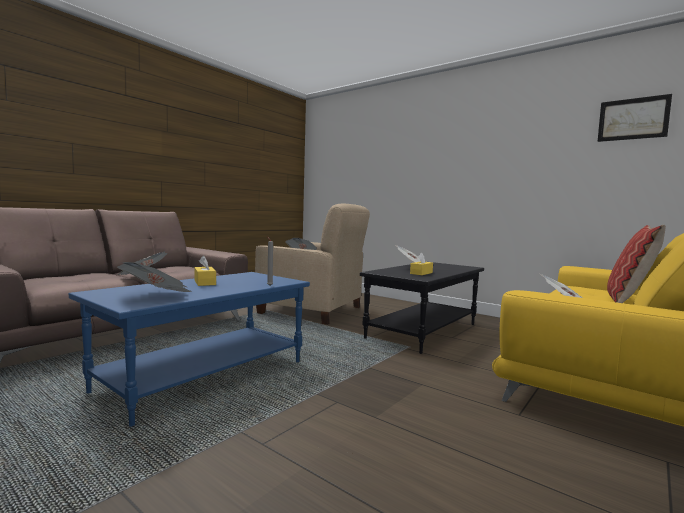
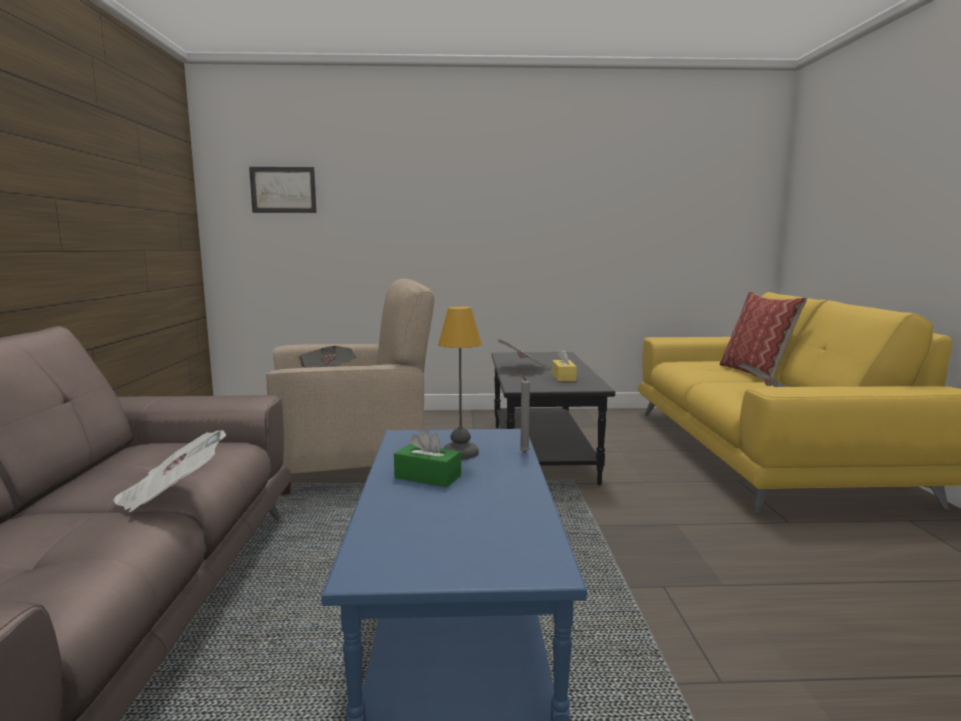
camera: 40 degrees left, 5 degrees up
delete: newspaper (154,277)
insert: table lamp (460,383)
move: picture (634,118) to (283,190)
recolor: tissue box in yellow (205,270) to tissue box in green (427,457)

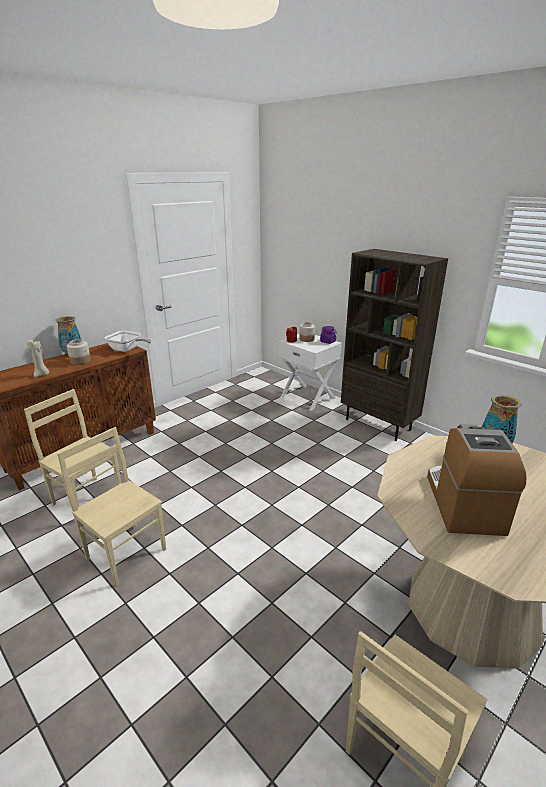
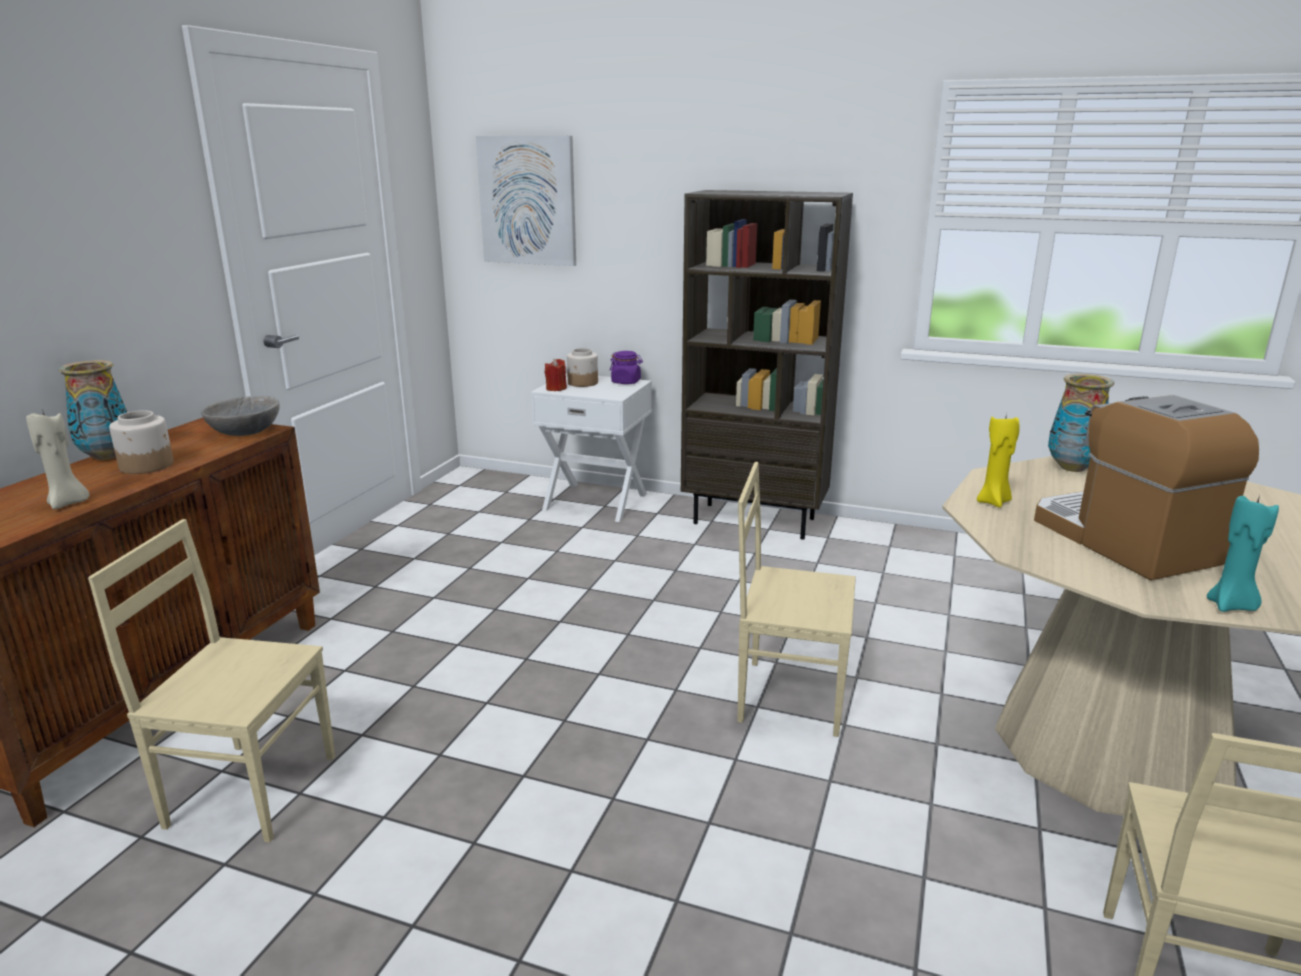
camera: 25 degrees left, 5 degrees down
insert: picture (526,201); candle in yellow (998,460); candle in turquoise (1243,553)
move: chair in beige (111,506) to (796,599)
replace: frying pan (128,341) to bowl in grey (240,416)

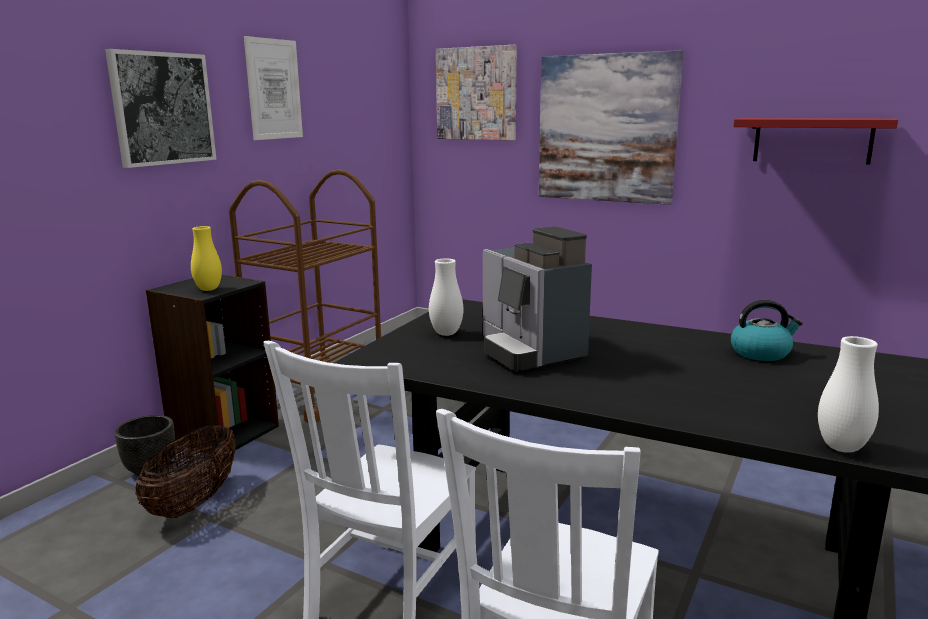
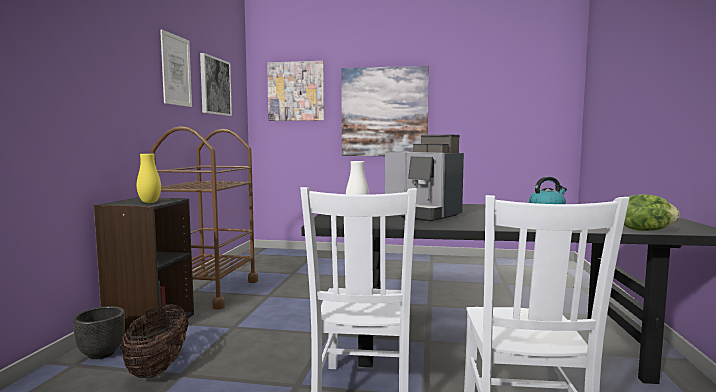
camera: 20 degrees left, 10 degrees down
delete: shelf in red (815,141)
move: picture (161,108) to (216,84)
replace: vase in white (848,394) to lettuce (652,212)

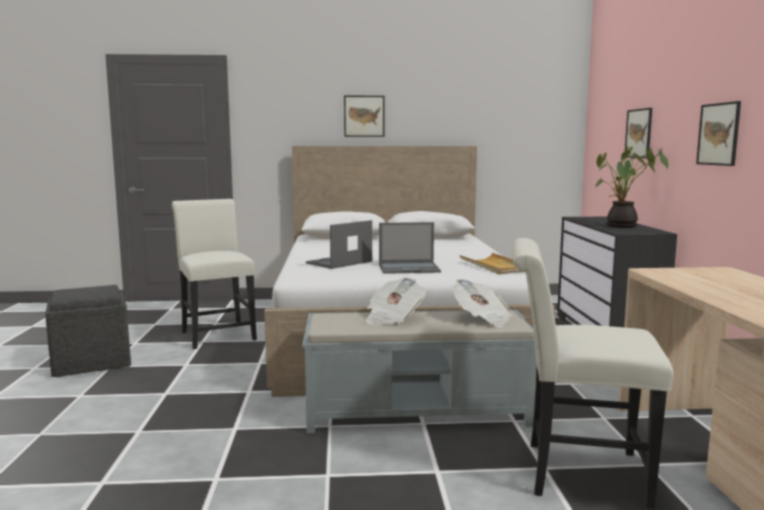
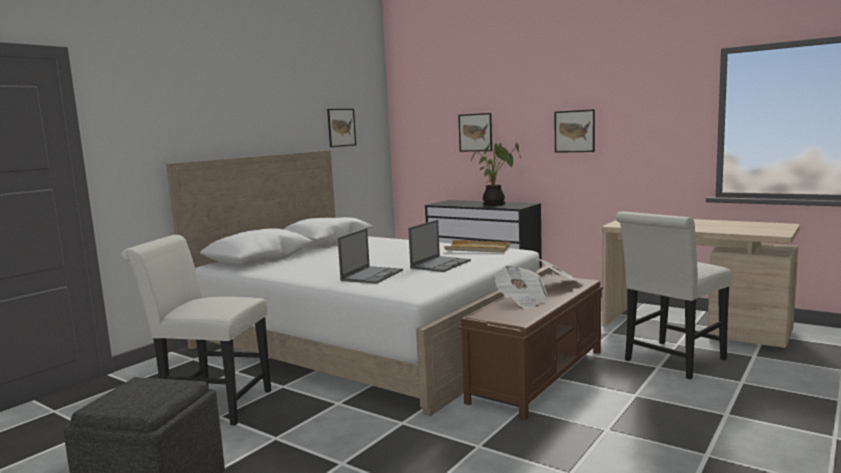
camera: 50 degrees left, 0 degrees up
move: picture (364,116) to (341,128)
recolor: bench in grey (419,371) to bench in brown (531,347)
rotate: laptop (339,244) = (370,256) 150 degrees counterclockwise

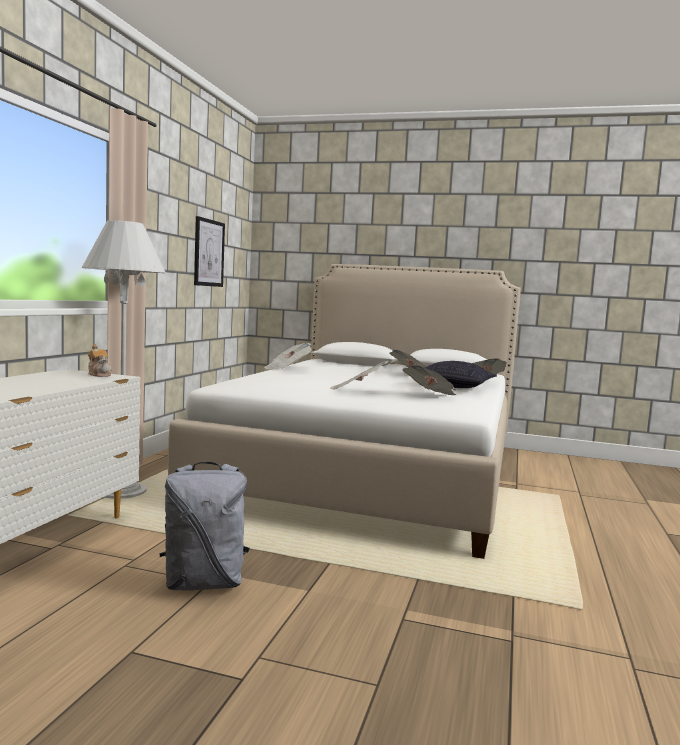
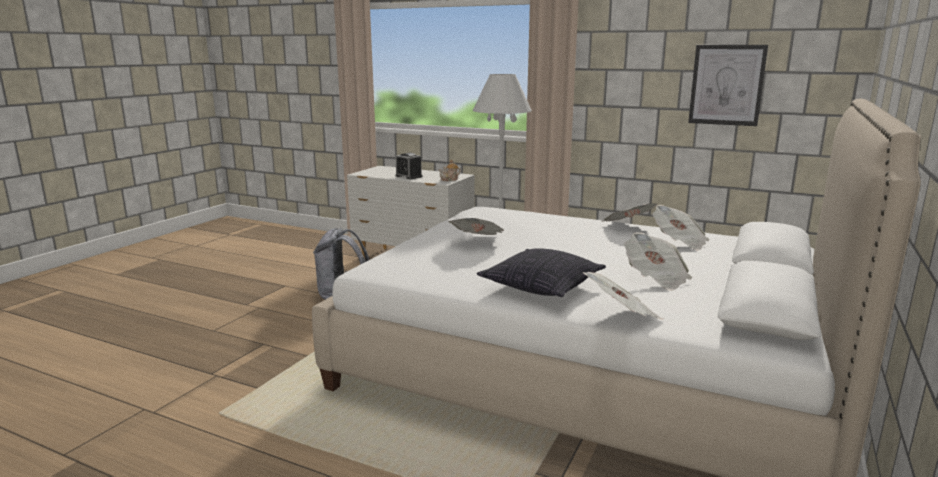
camera: 100 degrees right, 10 degrees up
insert: alarm clock (408,166)
move: newspaper (429,380) to (680,228)

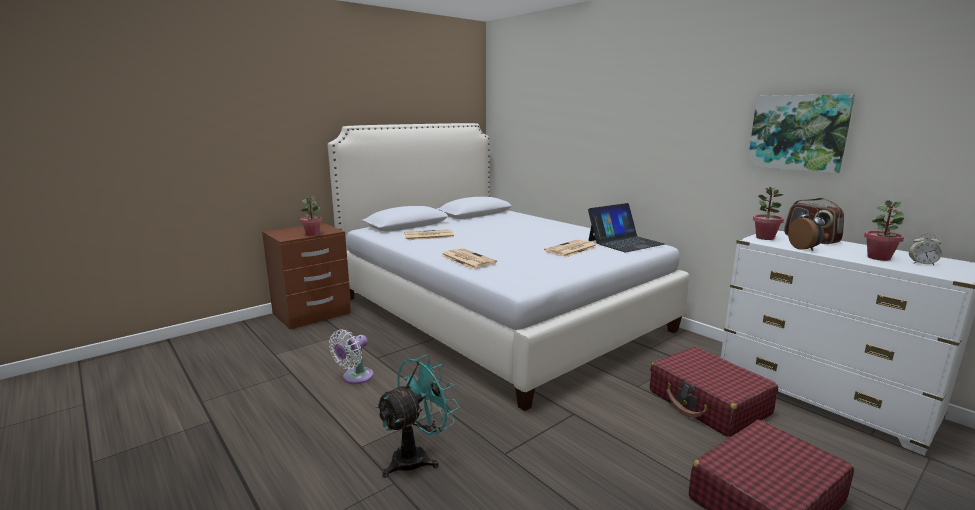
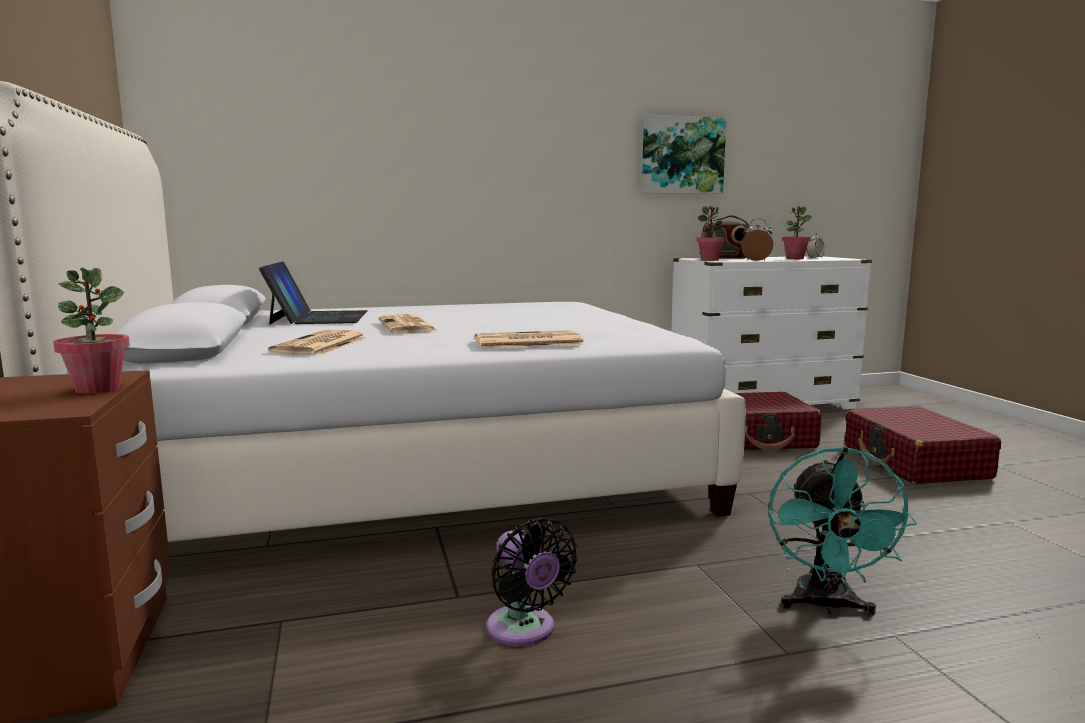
camera: 65 degrees left, 5 degrees down
move: newspaper (570,248) to (408,323); laptop (626,227) to (313,293)
recolor: fan in white (351,356) to fan in black (532,582)
rotate: fan in turquoise (417,416) = (843,531) 150 degrees counterclockwise

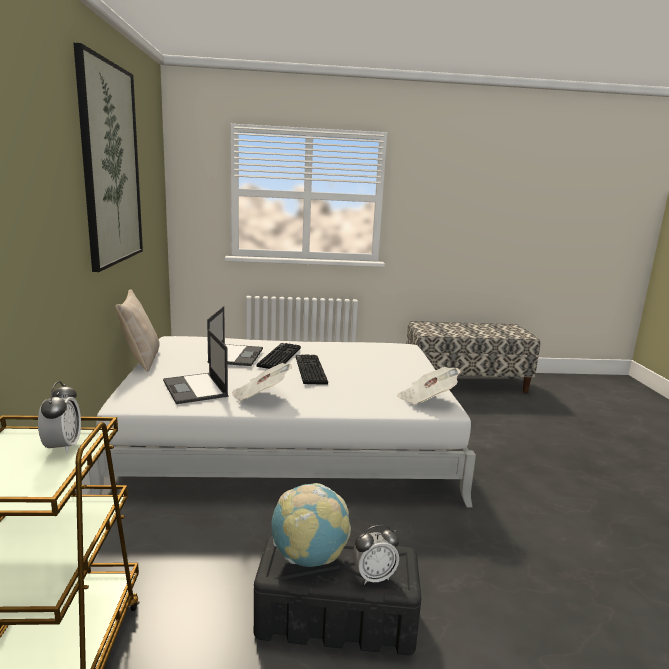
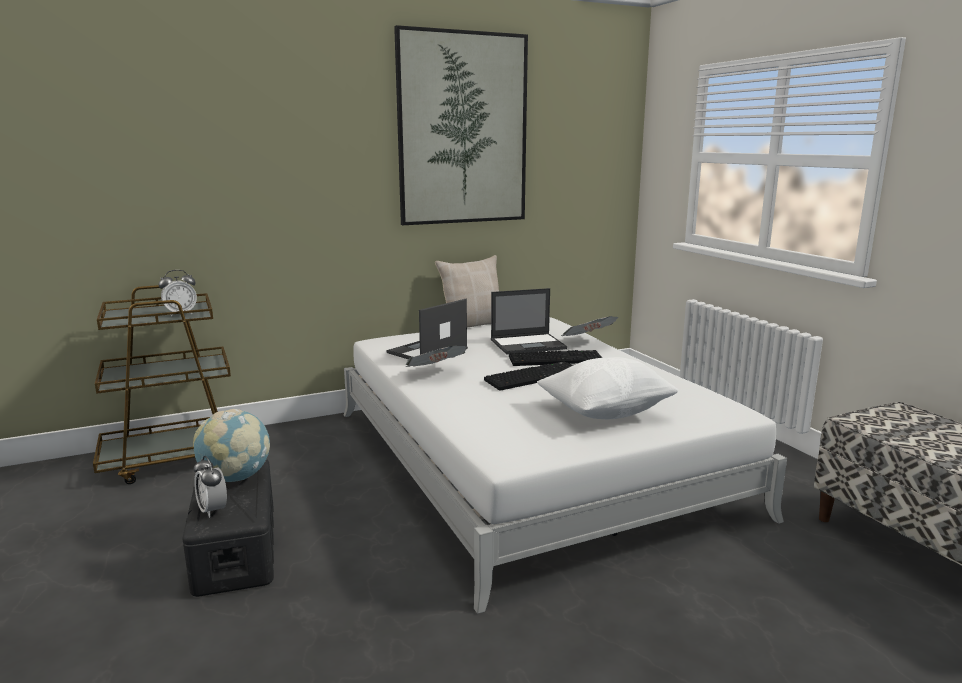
camera: 70 degrees right, 0 degrees up
insert: pillow in white (608,388)
move: newspaper (429,386) to (589,326)

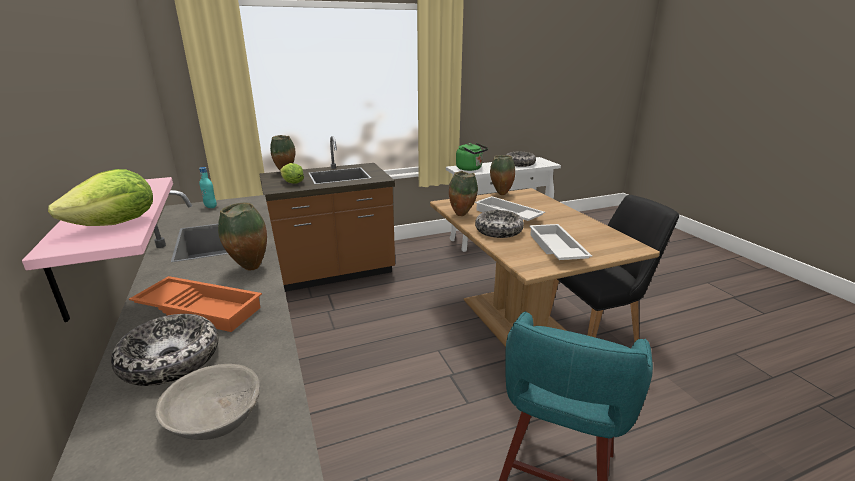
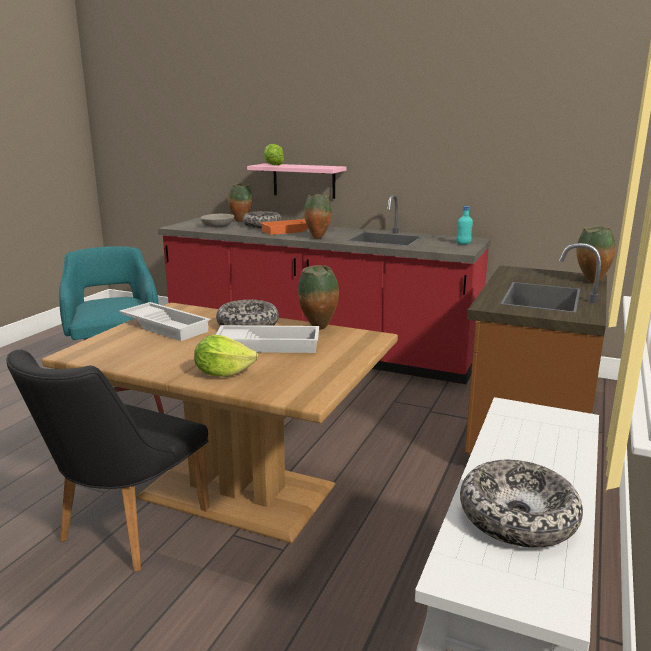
camera: 135 degrees right, 5 degrees down
delete: kettle in green (472,157)
move: lettuce (292,173) to (226,356); vase (502,175) to (240,202)

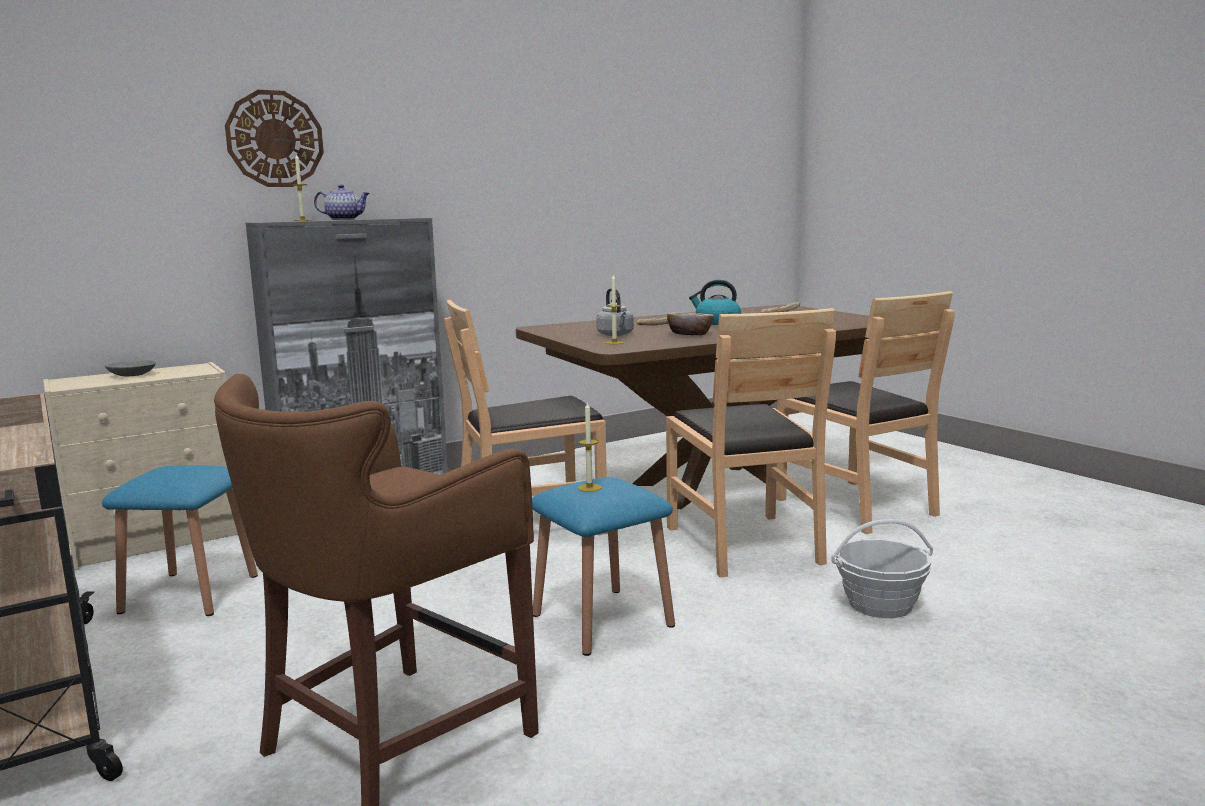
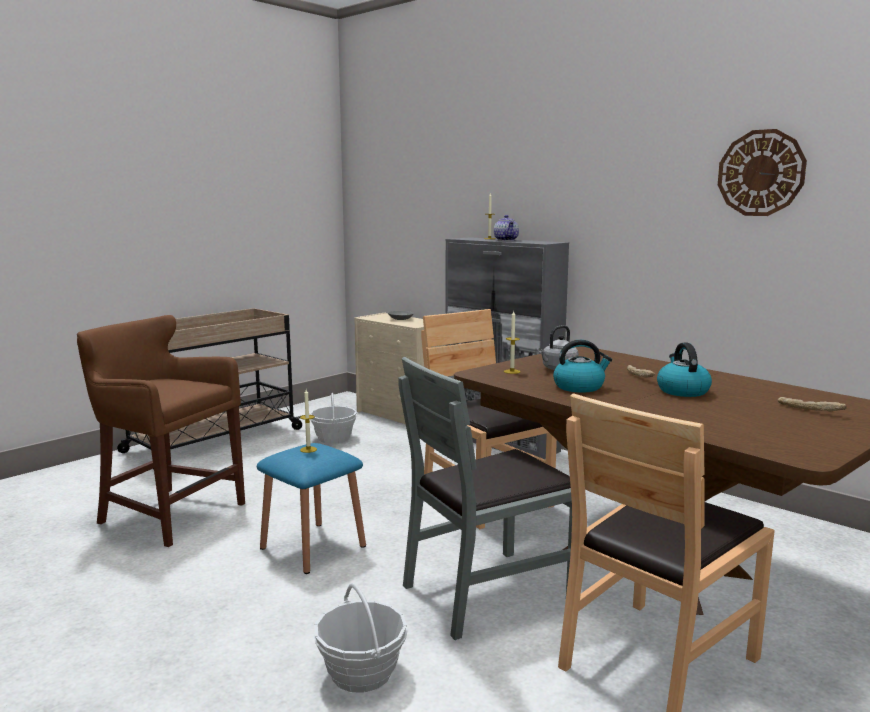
camera: 75 degrees right, 0 degrees up
move: wall clock (274,138) to (762,172)
replace: stool in blue (180,540) to basket (333,418); bowl (690,324) to kettle (582,366)
recolor: chair in brown (751,442) to chair in grey (485,498)

